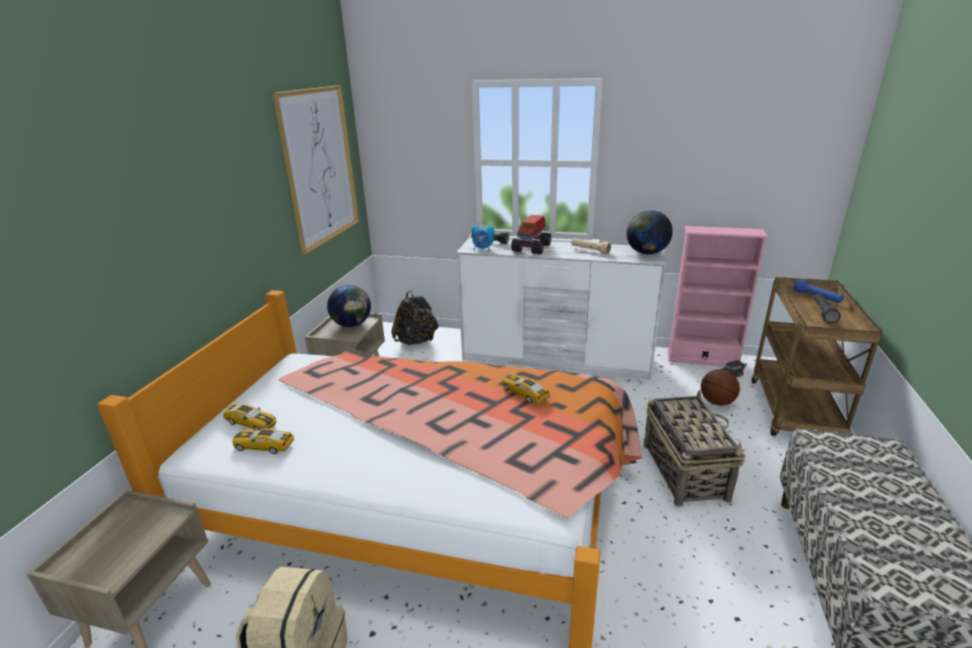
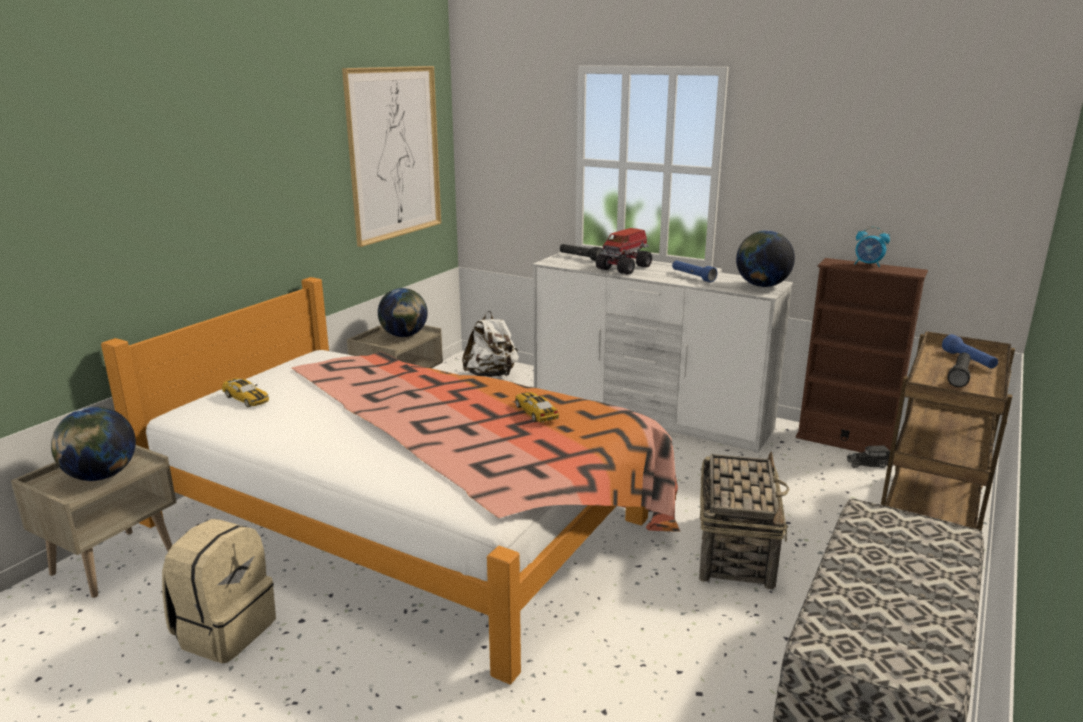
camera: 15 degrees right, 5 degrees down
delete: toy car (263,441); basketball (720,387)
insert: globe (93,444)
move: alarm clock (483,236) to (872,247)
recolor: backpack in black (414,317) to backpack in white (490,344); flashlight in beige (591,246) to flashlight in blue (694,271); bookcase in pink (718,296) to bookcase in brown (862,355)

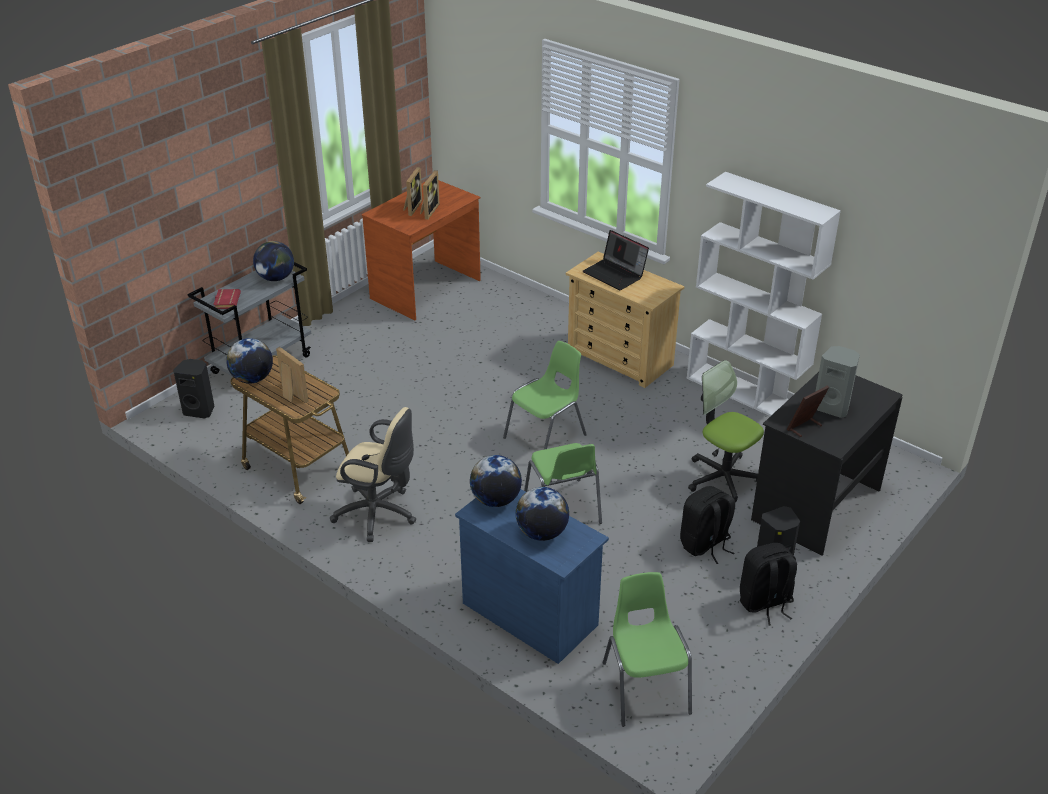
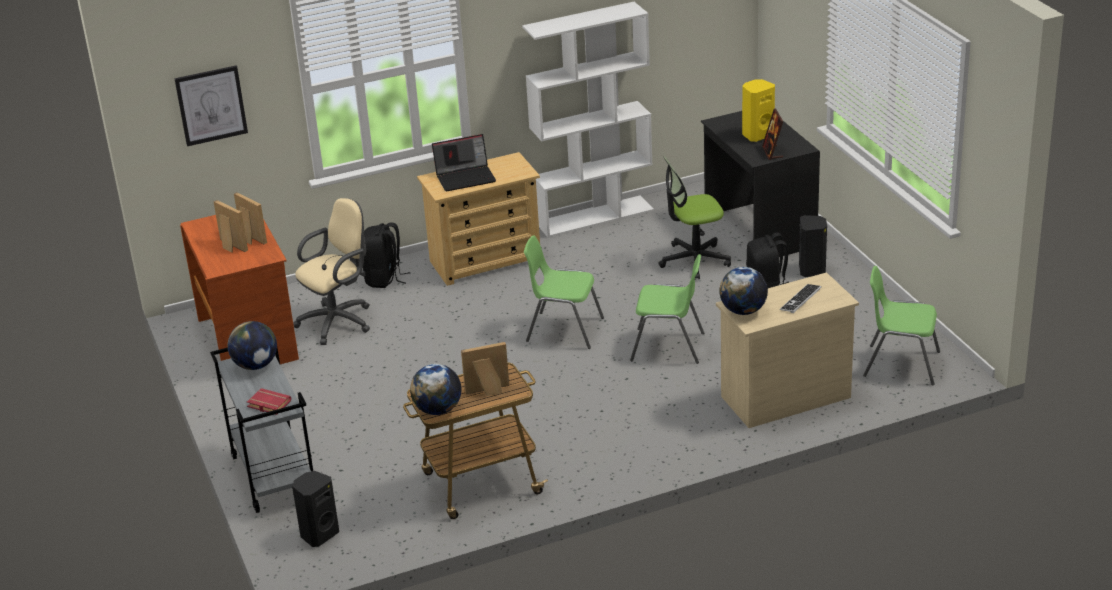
camera: 60 degrees left, 5 degrees down
insert: picture (211,105)
move: office chair in beige (373,474) to (331,271); backpack in black (768,584) to (386,255)
replace: globe (542,514) to keyboard (800,298)
recolor: dresser in blue (532,576) to dresser in beige (787,350); speaker in grey (837,382) to speaker in yellow (758,110)
rotate: chair in green (545,395) = (564,292) 60 degrees counterclockwise

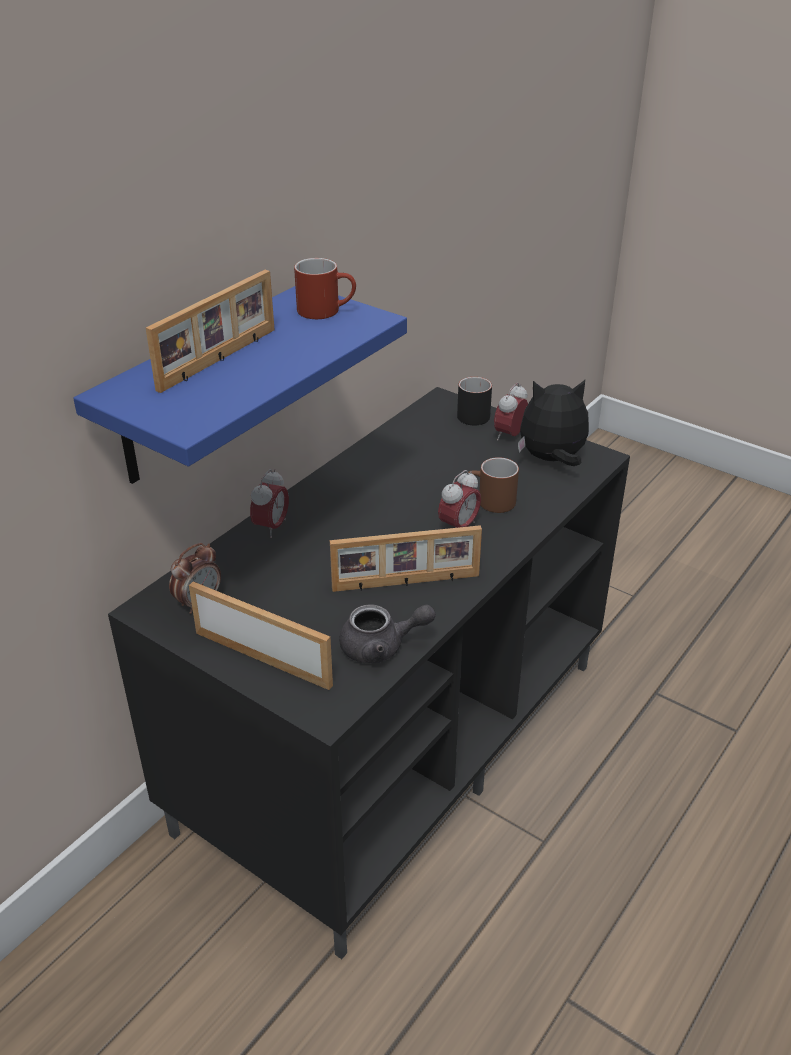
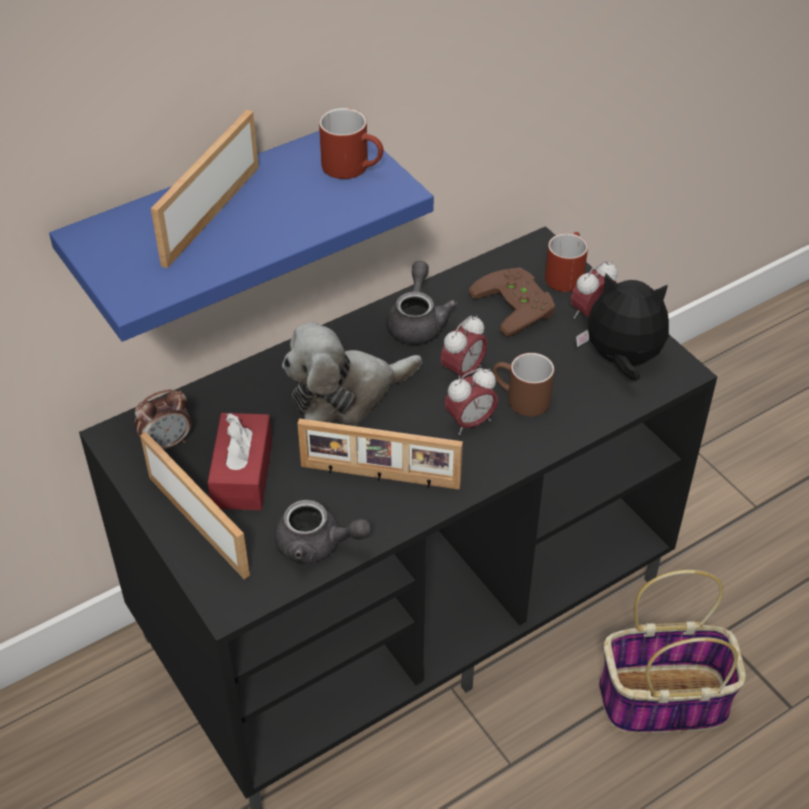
camera: 20 degrees right, 10 degrees up
insert: tissue box in red (240,461); plush toy (352,374); teapot in grey (421,303); game controller in brown (512,302); basket (672,652)
move: alarm clock (269,503) to (464,347)
recolor: mug in black (474,401) to mug in red (566,262)
rotate: picture frame (210,331) = (205,189) 150 degrees clockwise

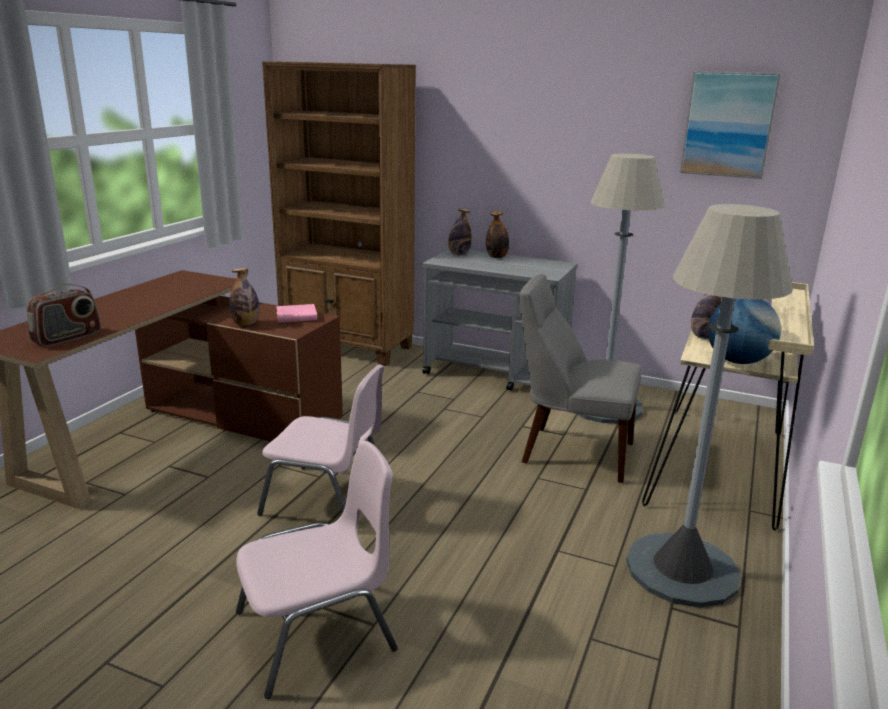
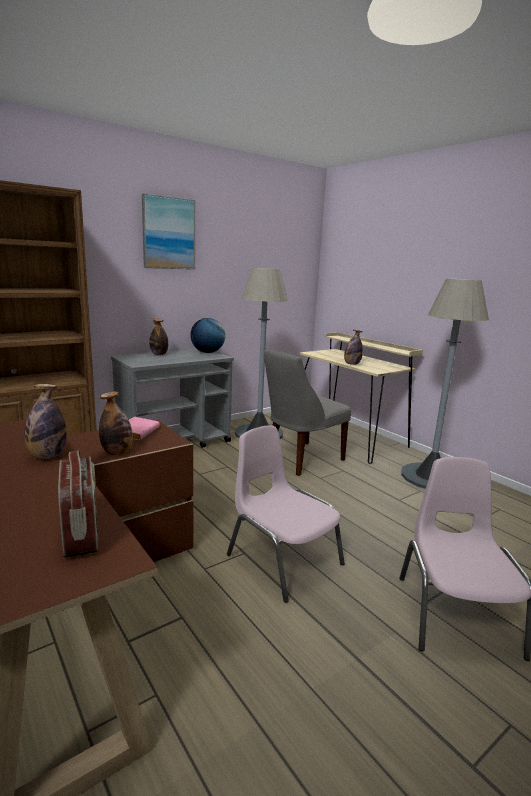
camera: 60 degrees left, 5 degrees down
move: bottle (460,232) to (45,421); picture (730,125) to (168,231); globe (744,331) to (207,335)
rotate: chair in pink (321,440) = (286,514) 90 degrees counterclockwise

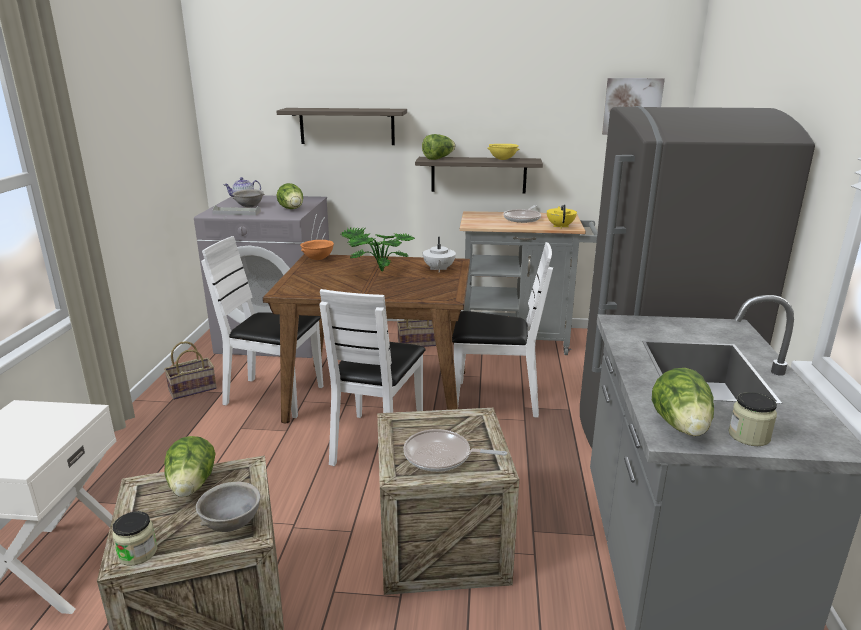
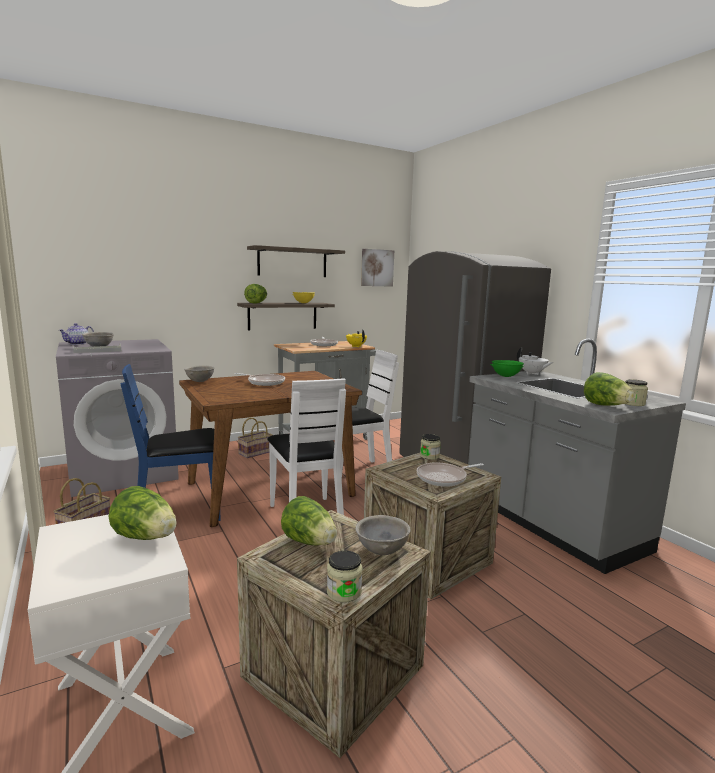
camera: 35 degrees left, 10 degrees down
insert: jar (430,447); bowl in green (507,368)
move: shelf (341,126) to (296,261); lettuce (289,196) to (142,513); teapot in white (439,255) to (535,361)
replace: potted plant (378,249) to frying pan (260,379)
recolor: chair in white (262,327) to chair in blue (170,442); bowl in orange (317,250) to bowl in grey (199,374)

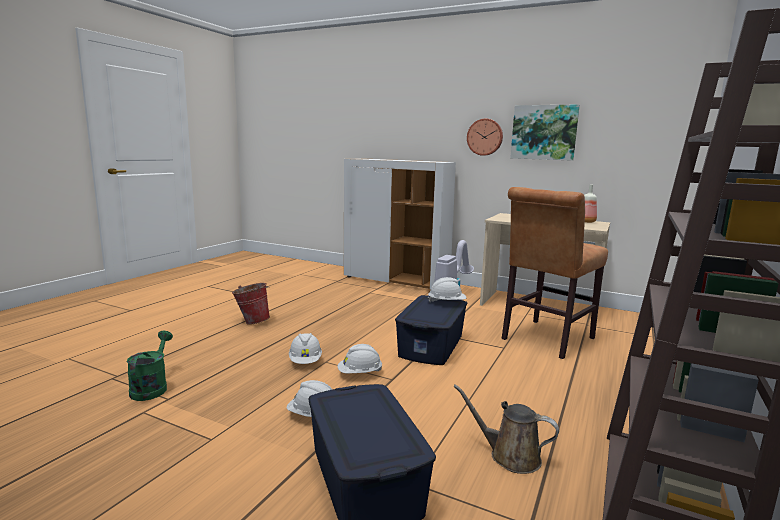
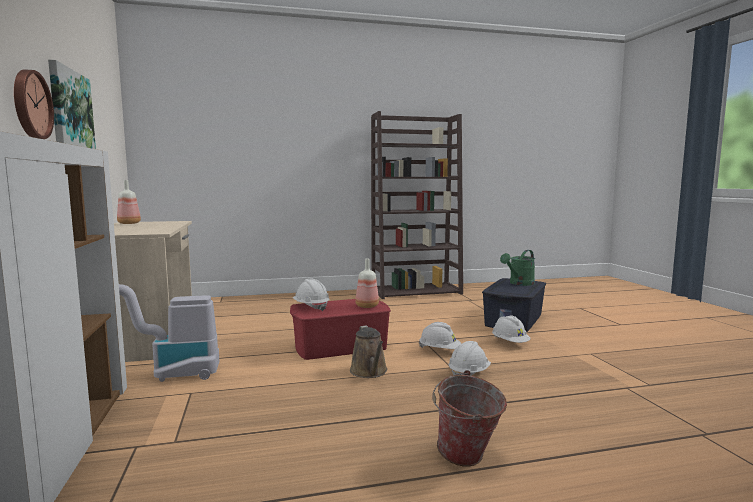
camera: 130 degrees left, 5 degrees down
delete: chair in brown (554,273)
insert: bottle (367,283)
move: watering can in green (150,366) to (517,268); watering can in brown (506,429) to (368,351)
recolor: storage box in blue (431,330) to storage box in red (340,329)

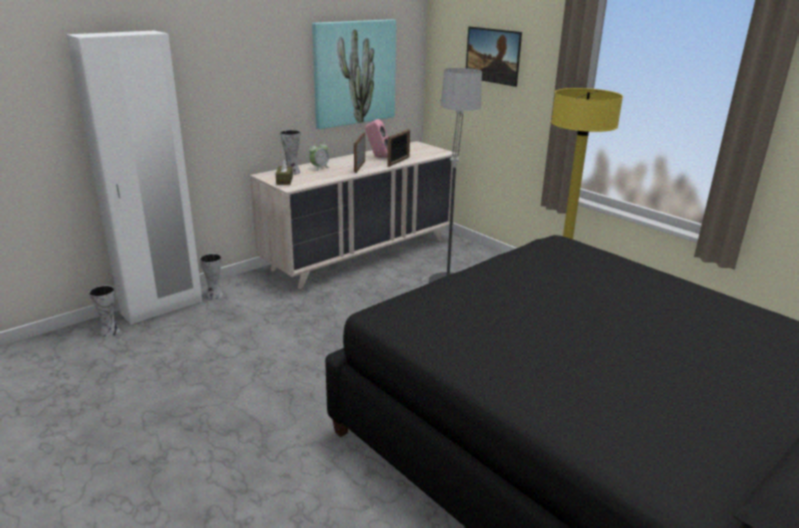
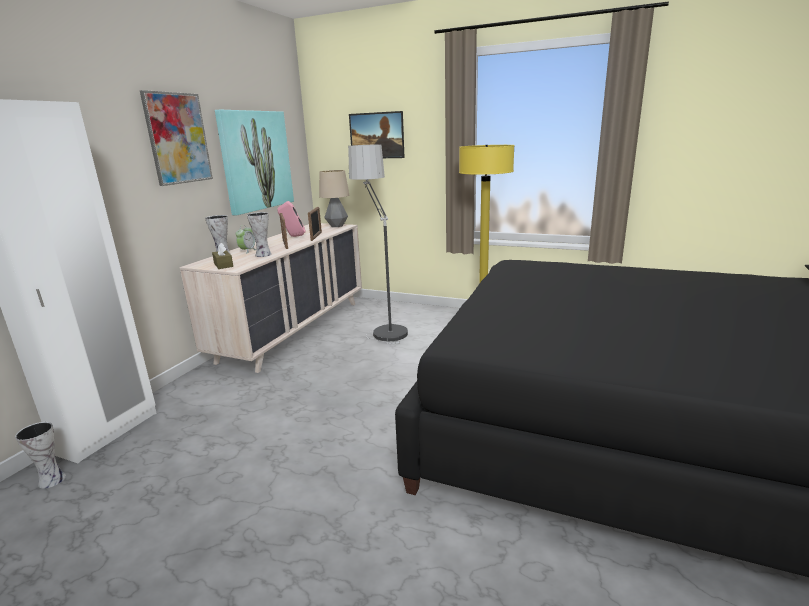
camera: 25 degrees left, 5 degrees down
insert: picture (176,138); table lamp (334,198)
move: vase (211,276) to (259,234)

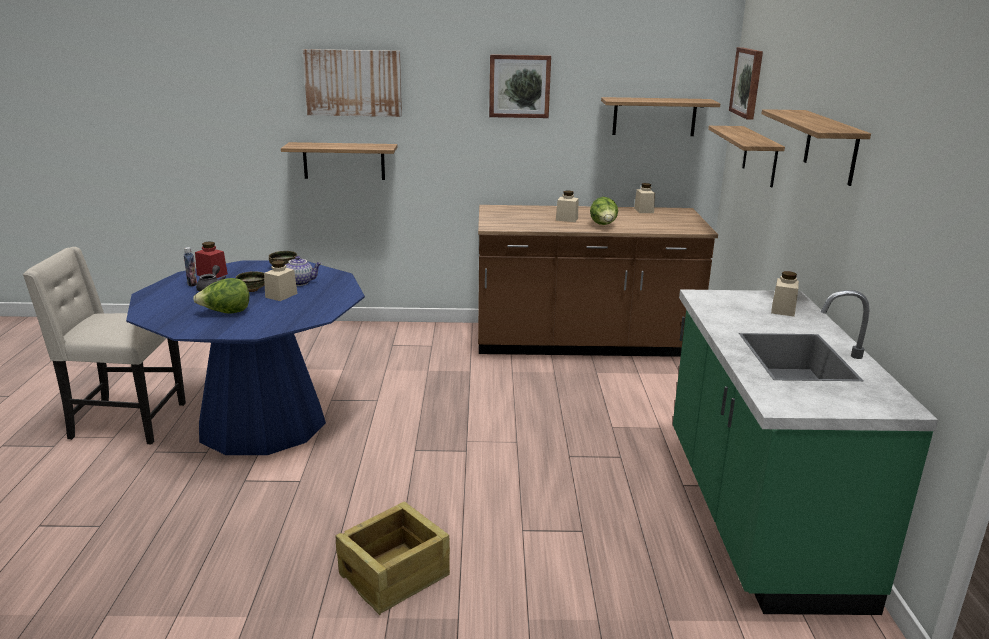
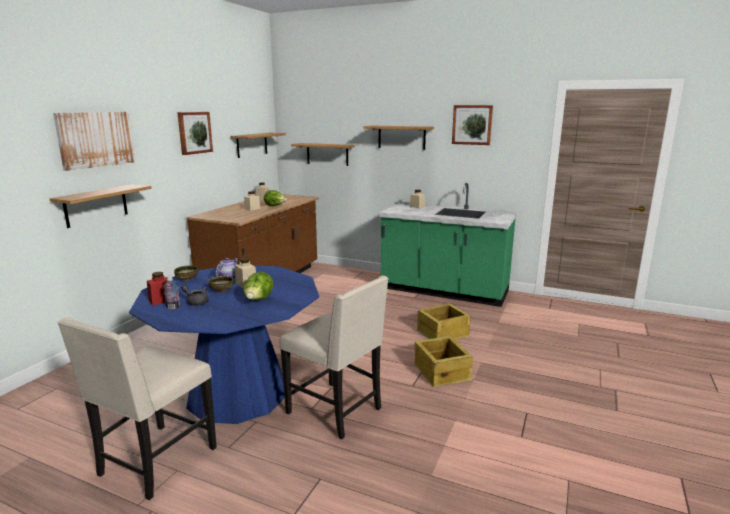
camera: 65 degrees left, 5 degrees down
insert: chair in beige (334,357); crate (444,321)
move: picture (746,83) to (472,125)

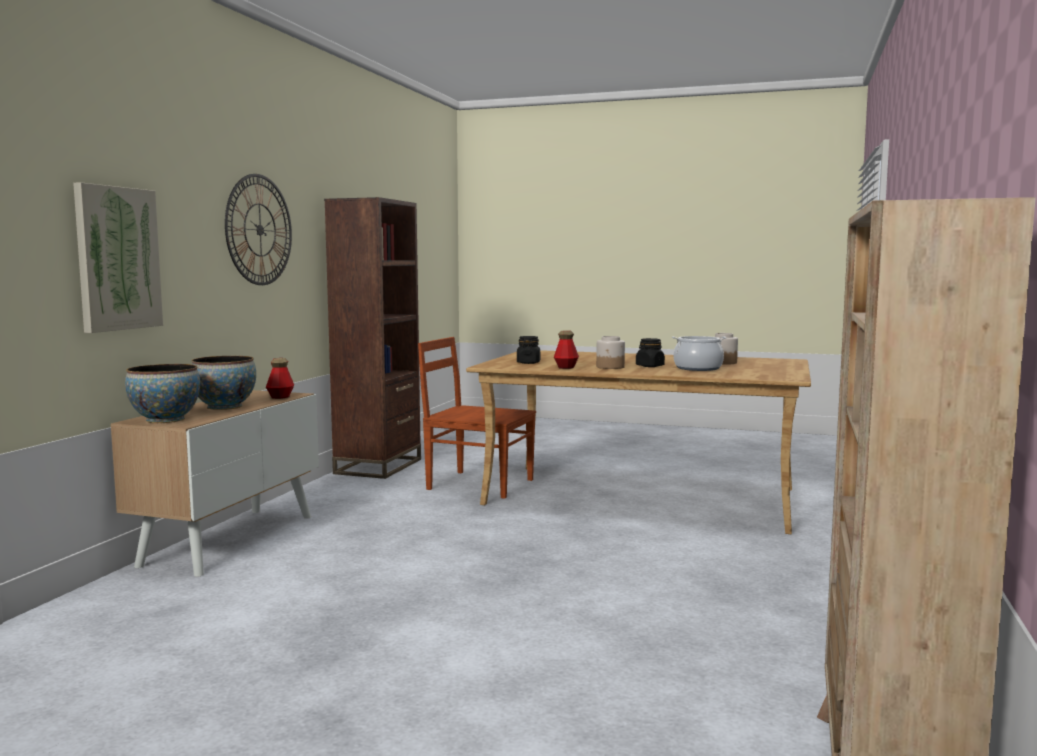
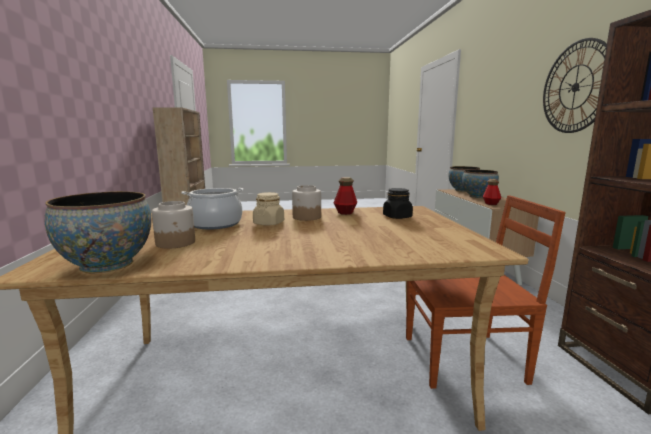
camera: 155 degrees right, 5 degrees up
delete: picture (118,257)
insert: bowl (98,232)
recolor: jar in black (650,352) to jar in beige (268,209)

